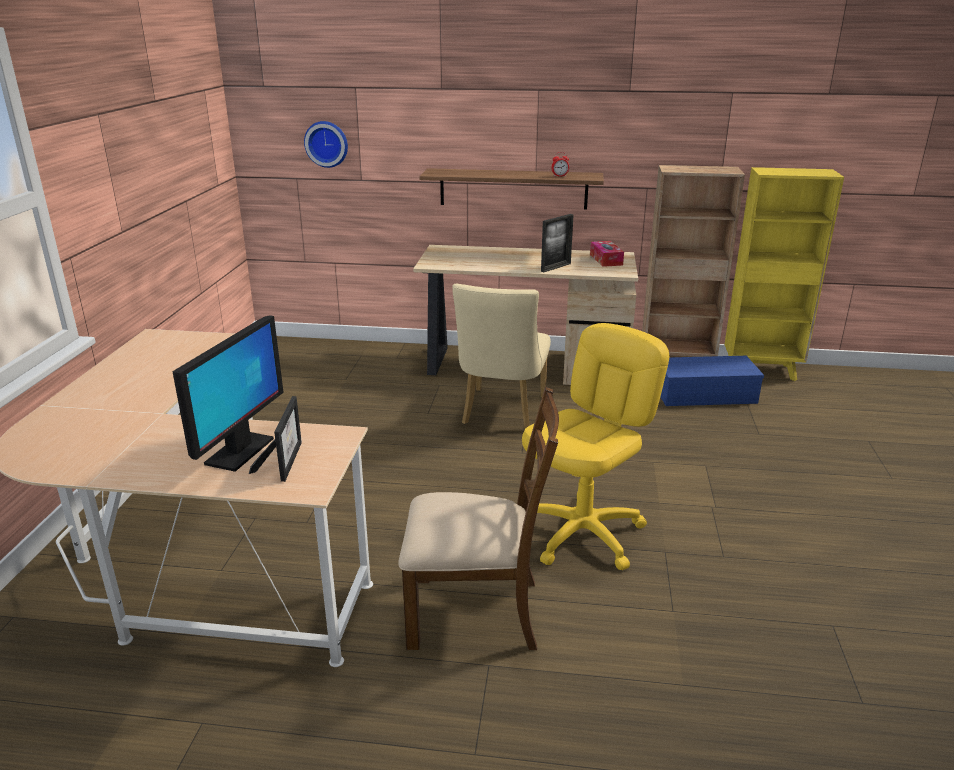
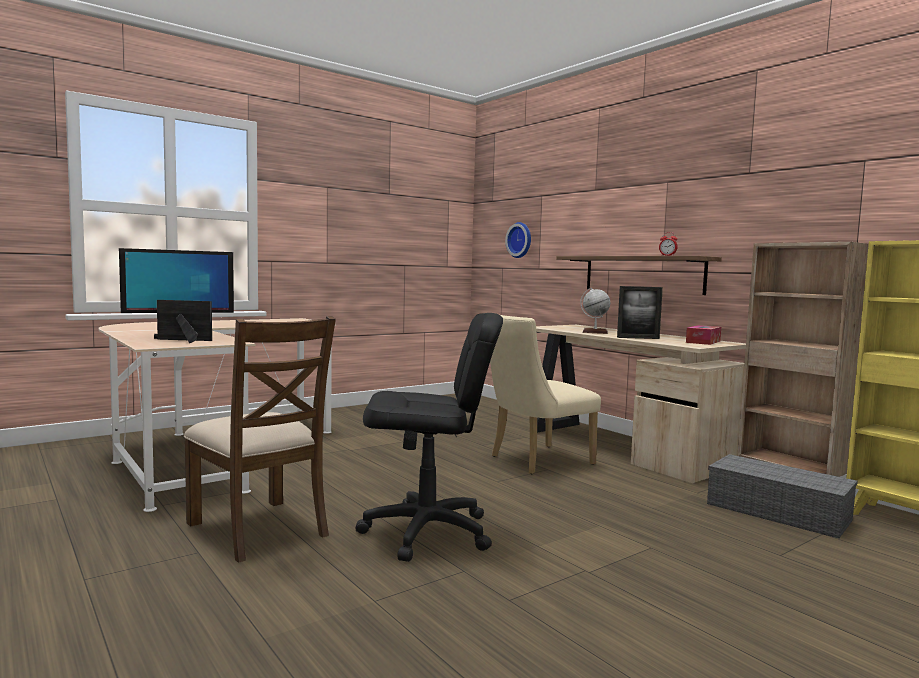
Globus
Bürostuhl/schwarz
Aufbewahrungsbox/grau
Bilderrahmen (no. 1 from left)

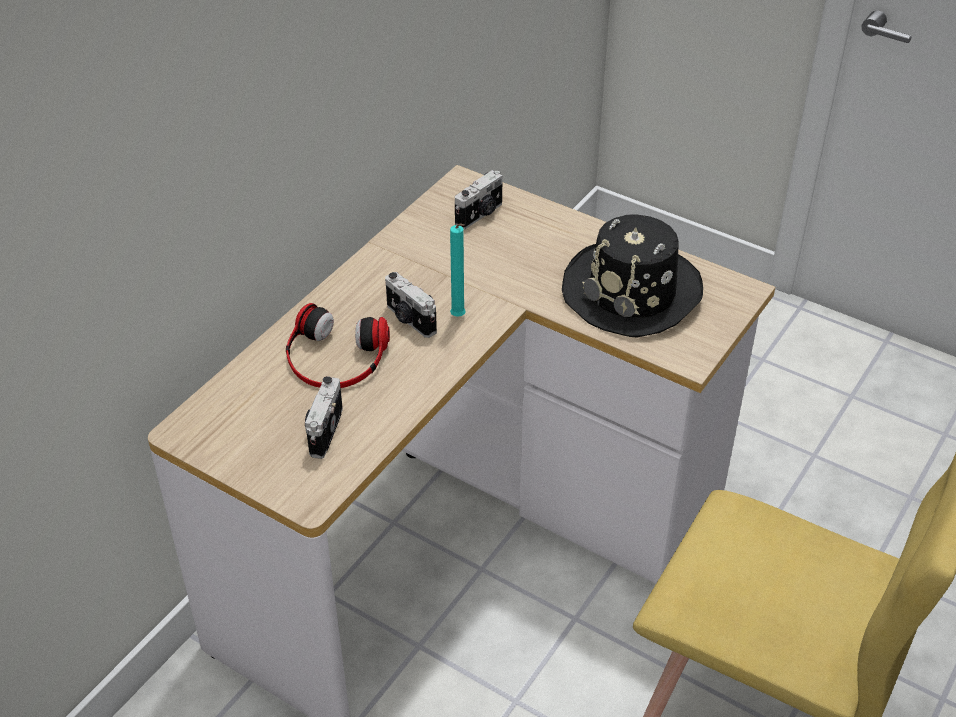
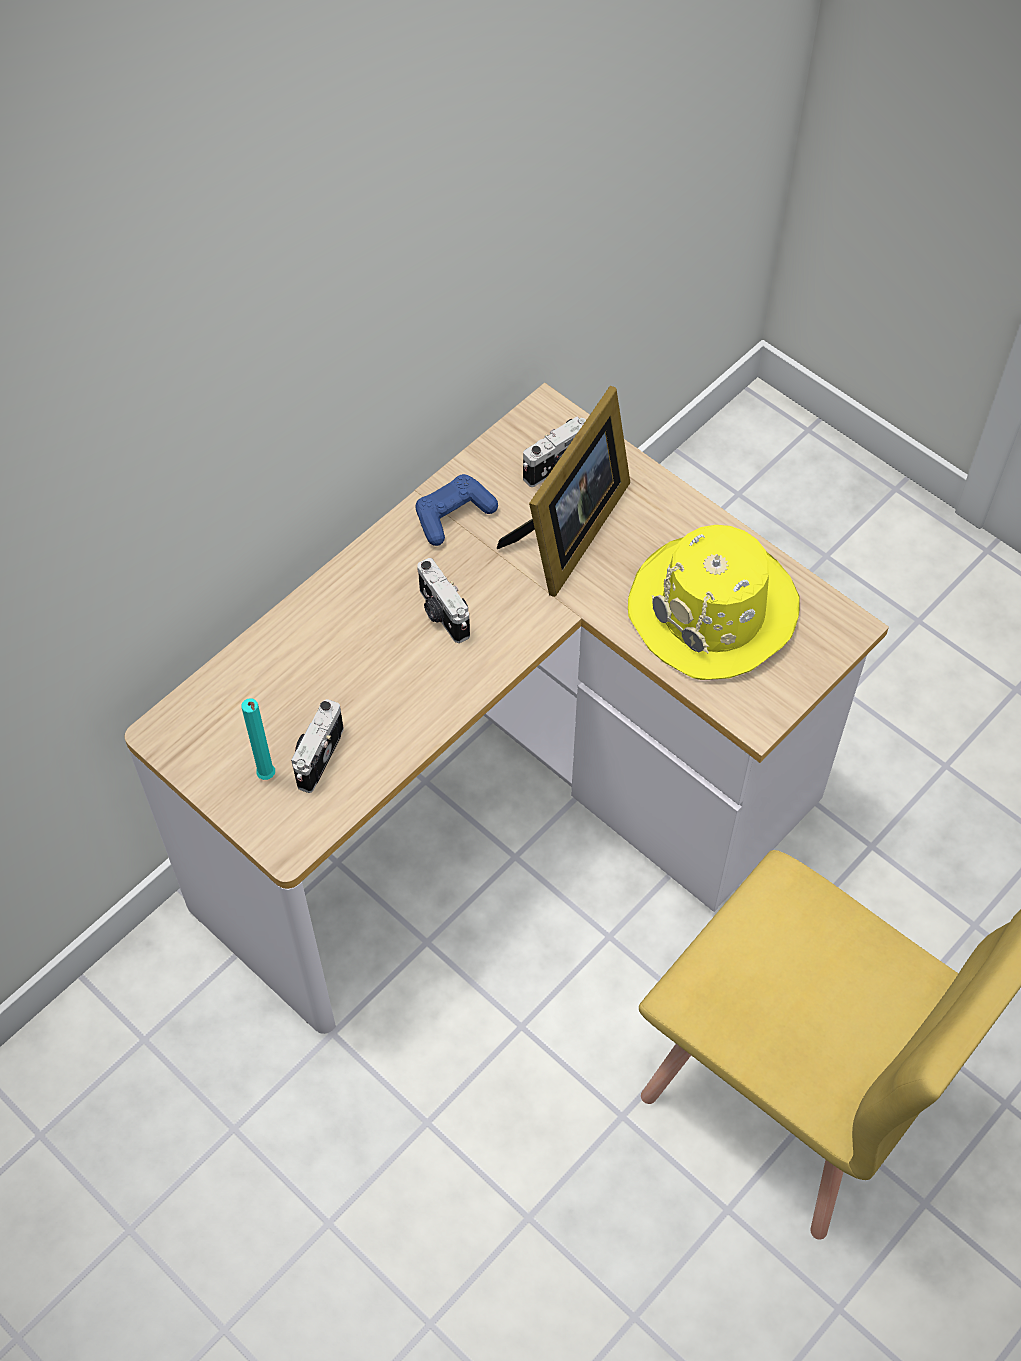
Kopfhörer
Gamepad/blau
Bilderrahmen
Kerze/türkis
Hut/gelb

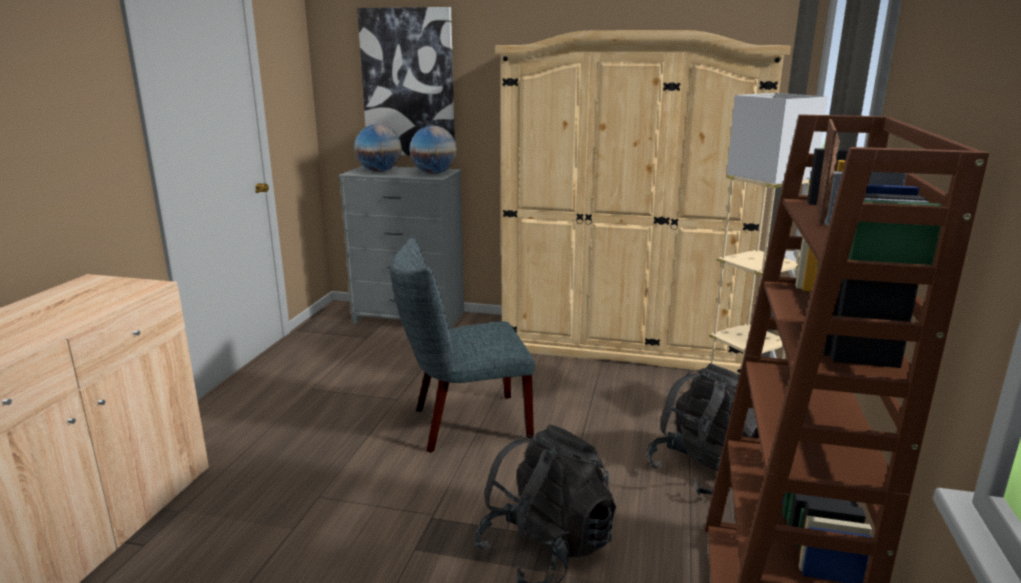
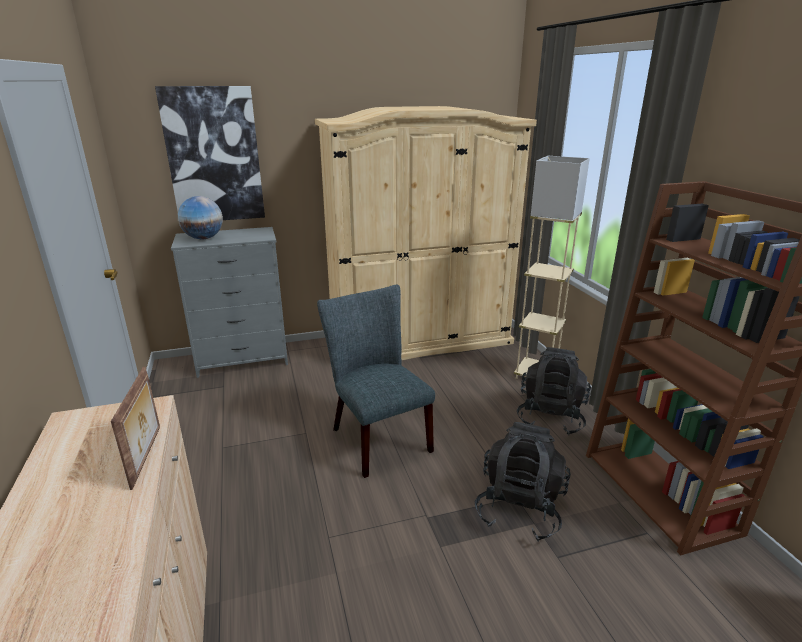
Globus (no. 2 from left in the first image)
Bilderrahmen
Stuhl/grau

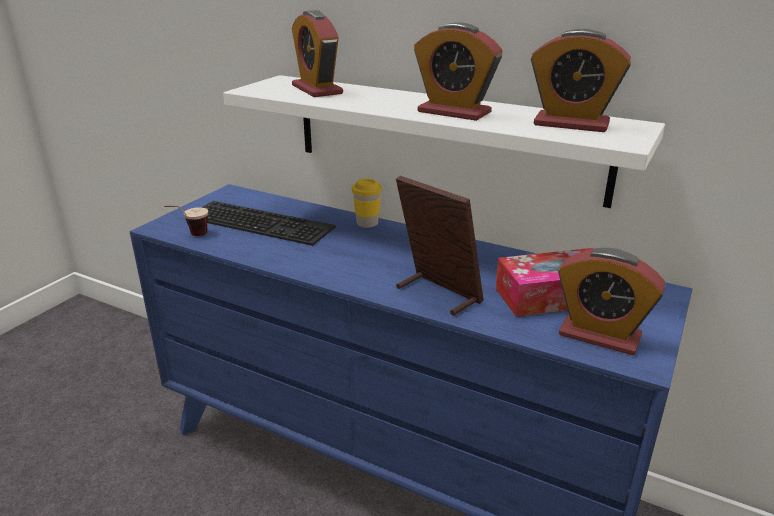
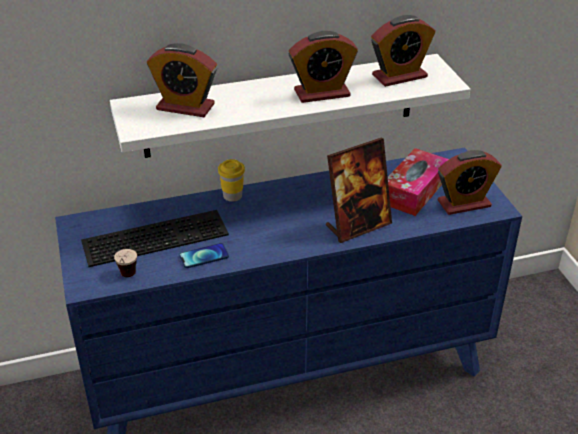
Handy
Bilderrahmen

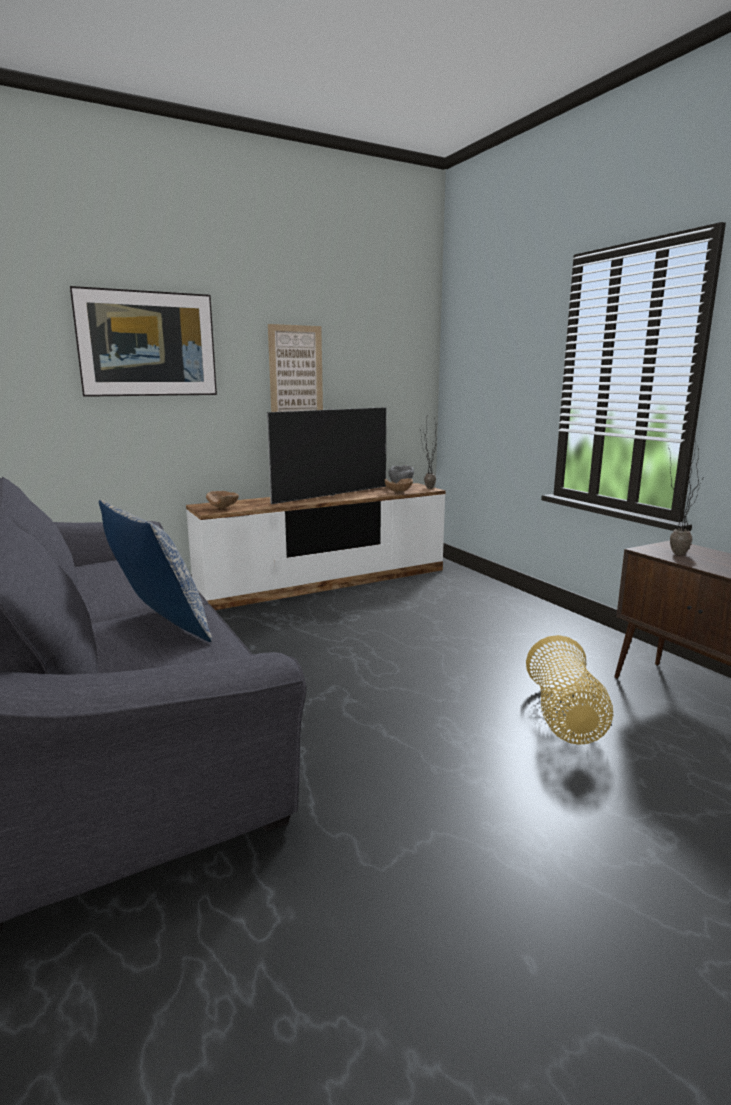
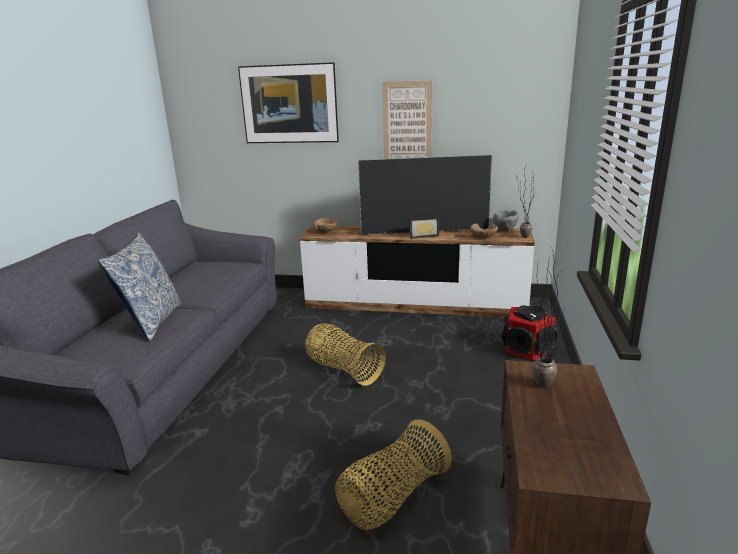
Korb (no. 1 from left)
Bilderrahmen
Lautsprecher

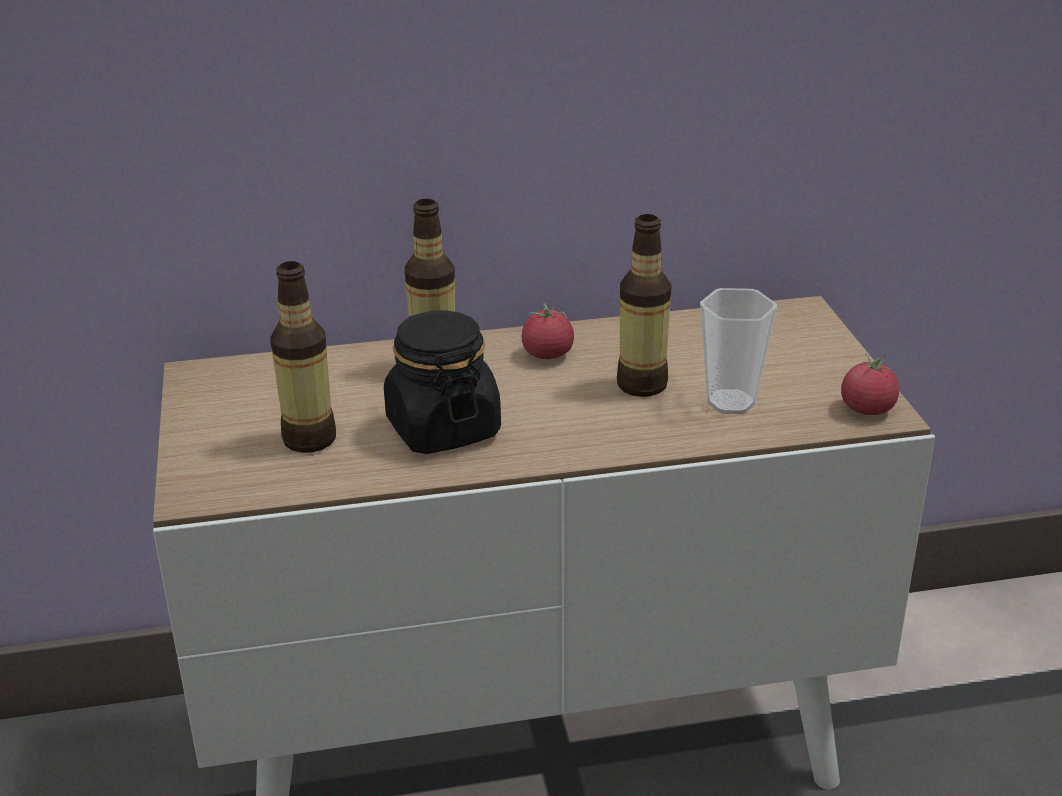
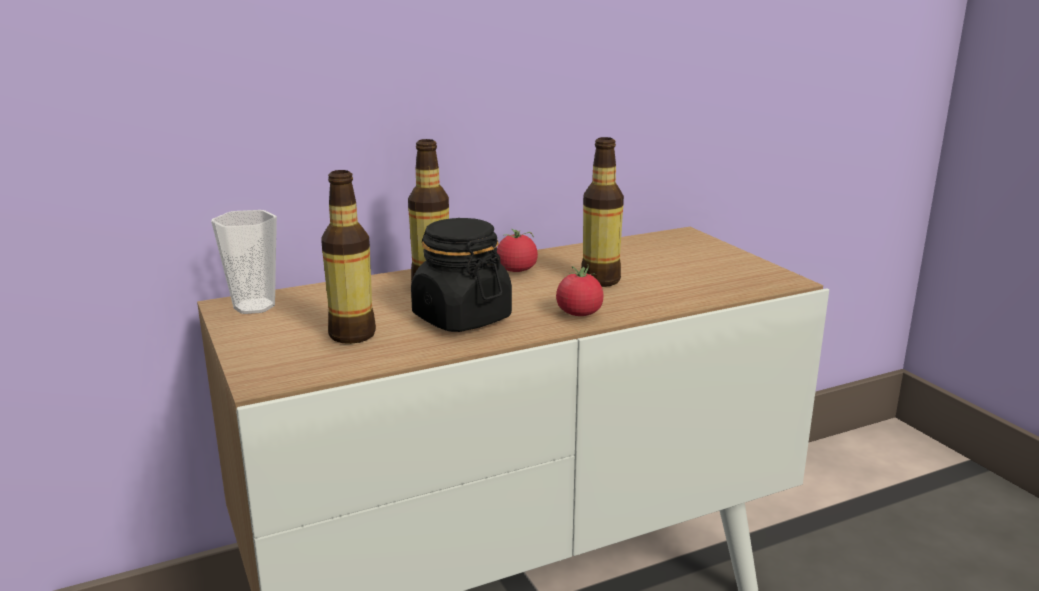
Tasse
Tomate (no. 2 from left)

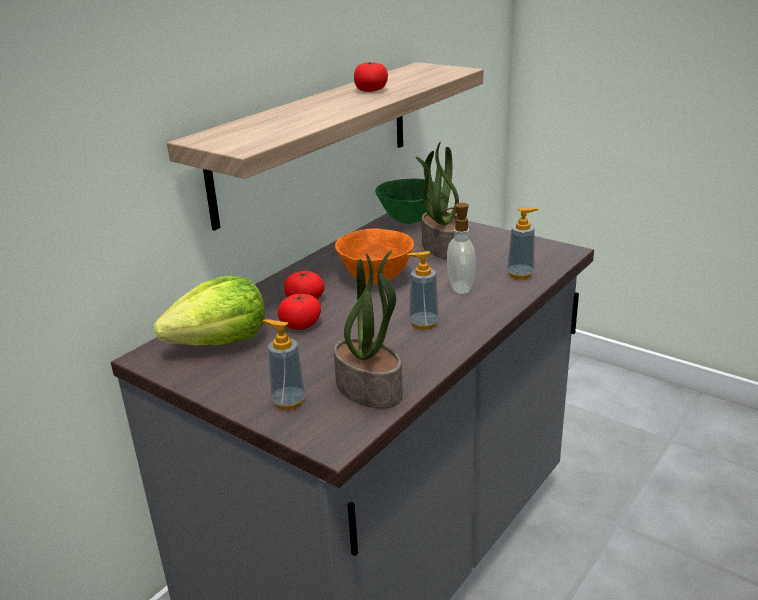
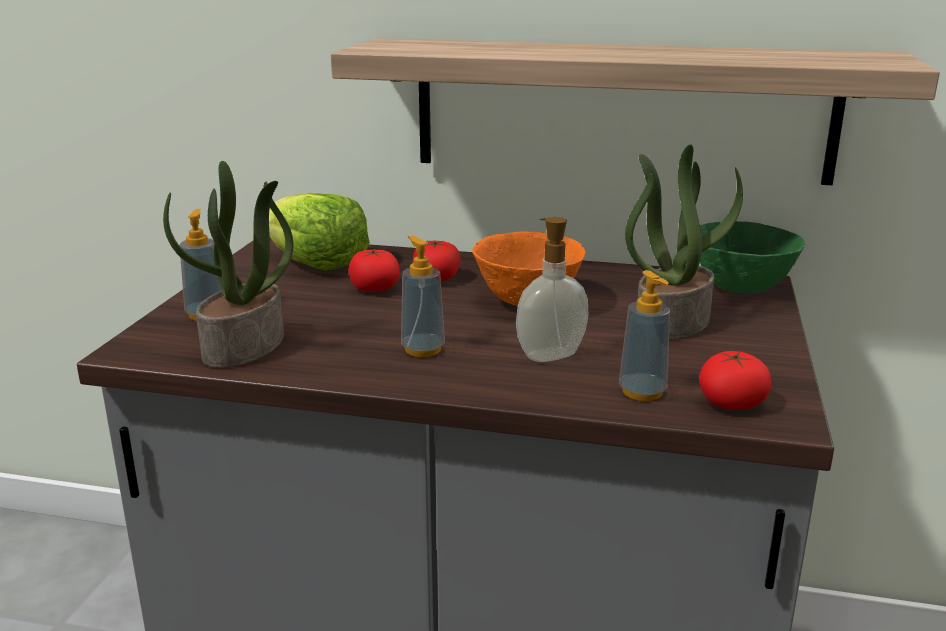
Tomate (no. 3 from left)

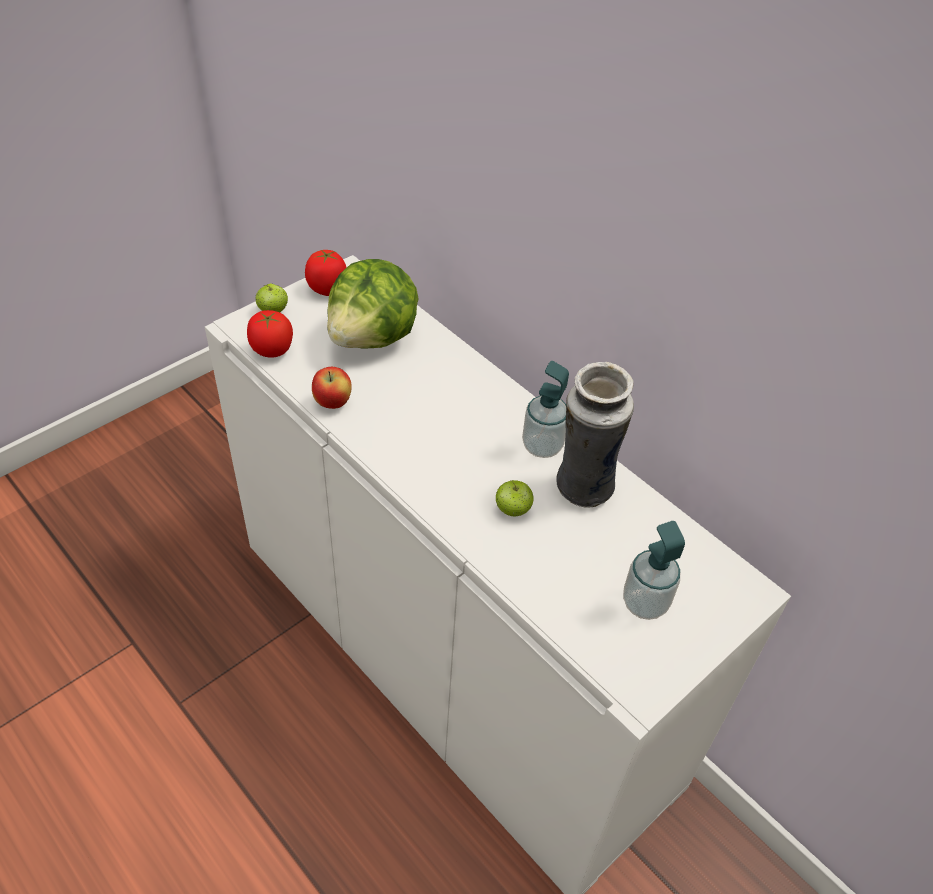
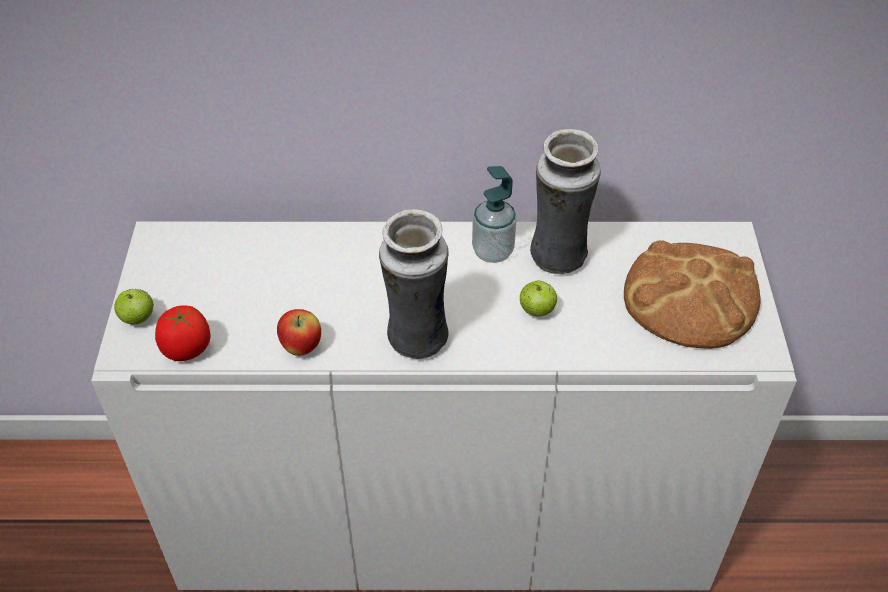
Tomate (no. 2 from left in the first image)
Salatkopf
Vase (no. 1 from left)
Brot

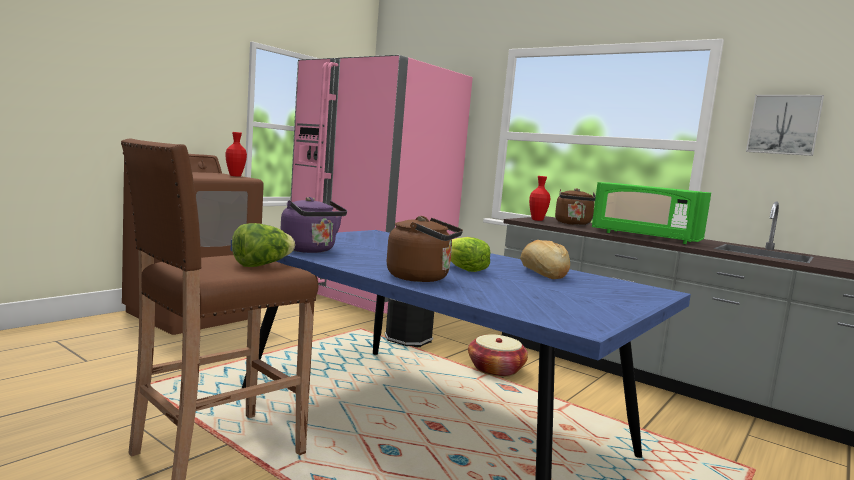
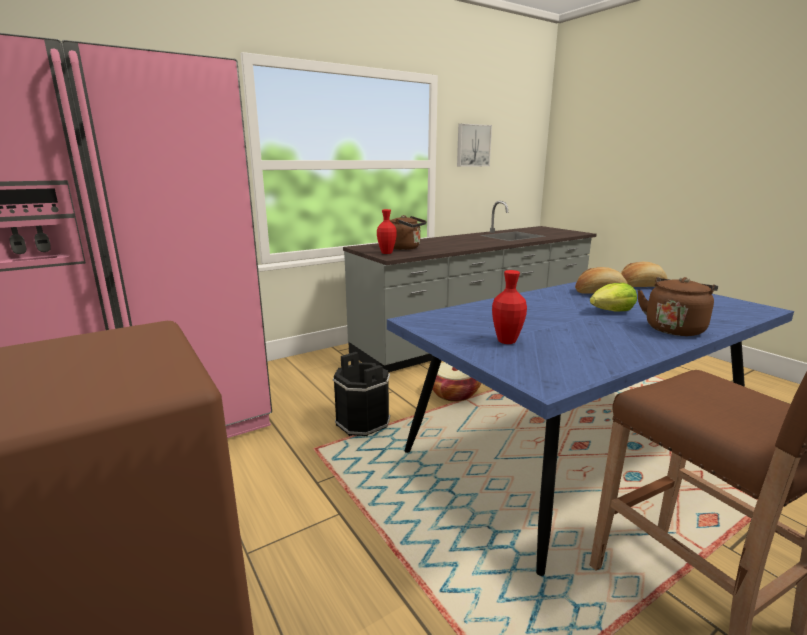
Salatkopf (no. 1 from left in the first image)
Wasserkessel/lila
Mikrowelle/grün
Brot (no. 2 from left)
Vase/rot (no. 2 from left)

